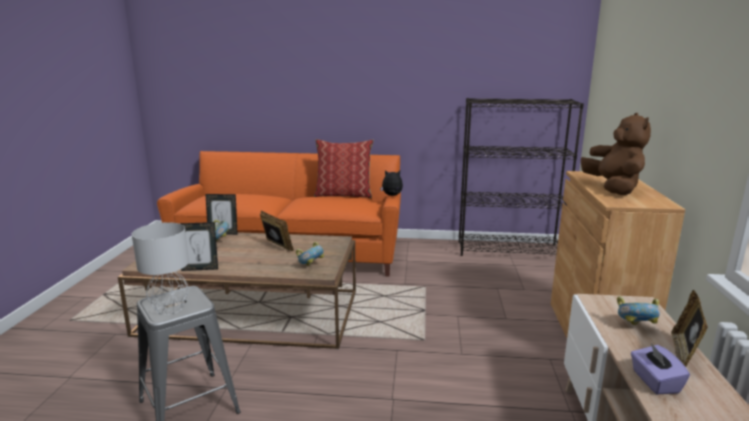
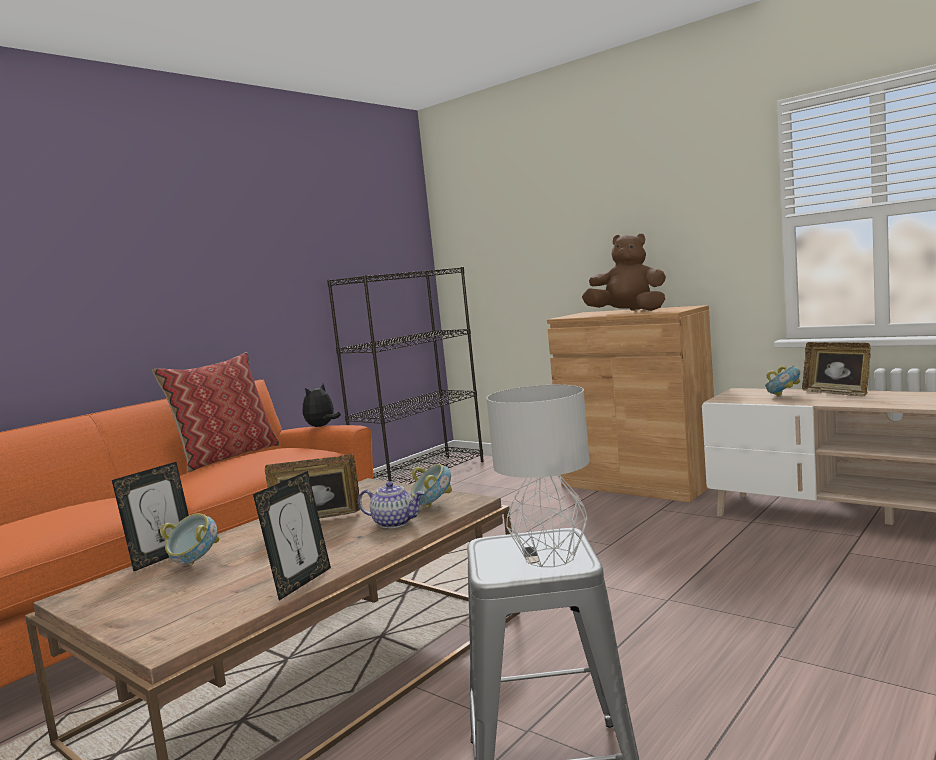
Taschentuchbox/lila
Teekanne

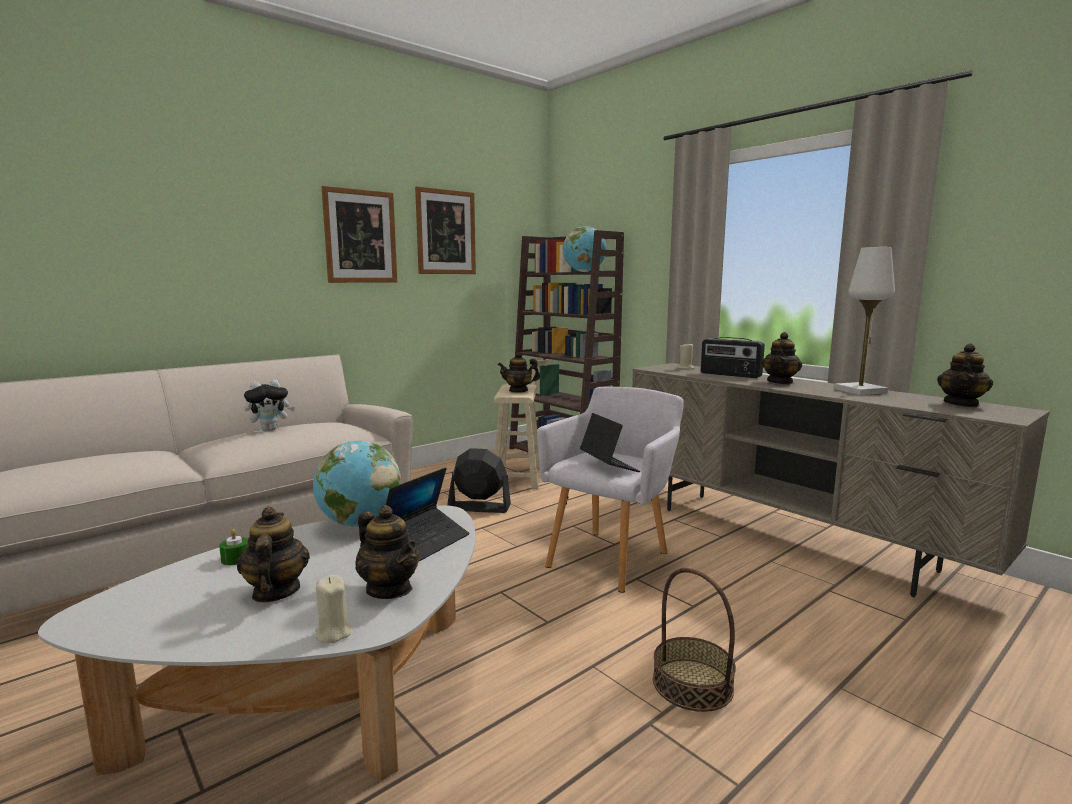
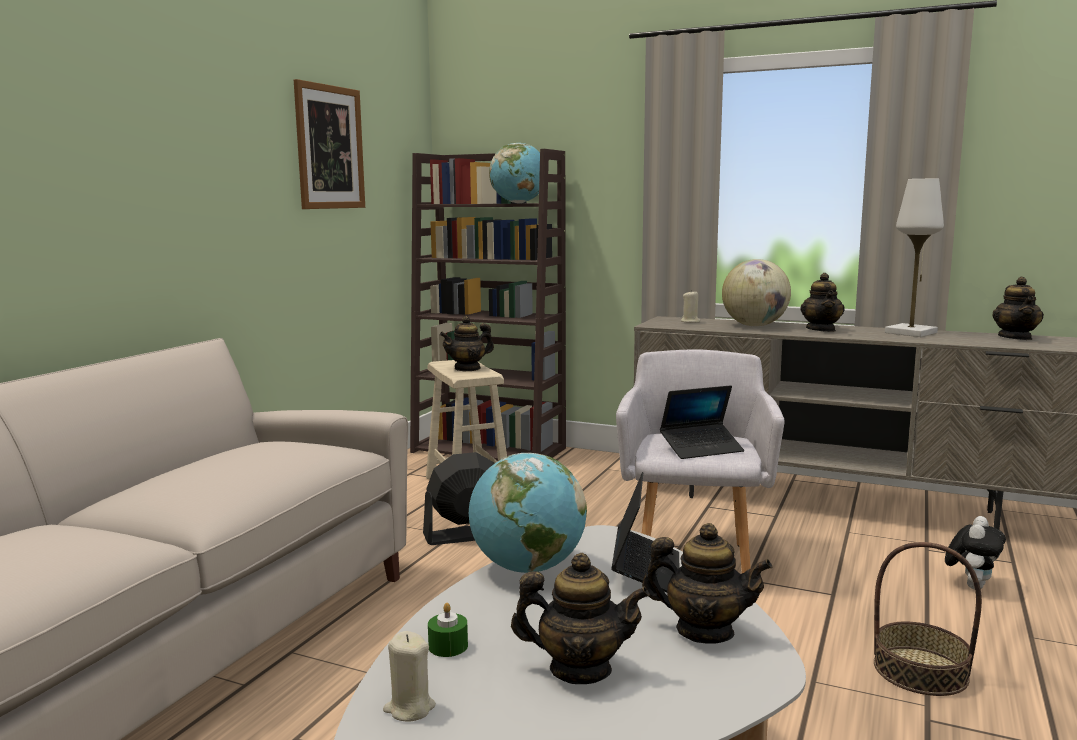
Bild (no. 1 from left in the first image)
Plüschtier
Kerze/beige (no. 1 from left)
Globus (no. 3 from left)
Teekanne (no. 2 from left)
Laptop (no. 2 from left)

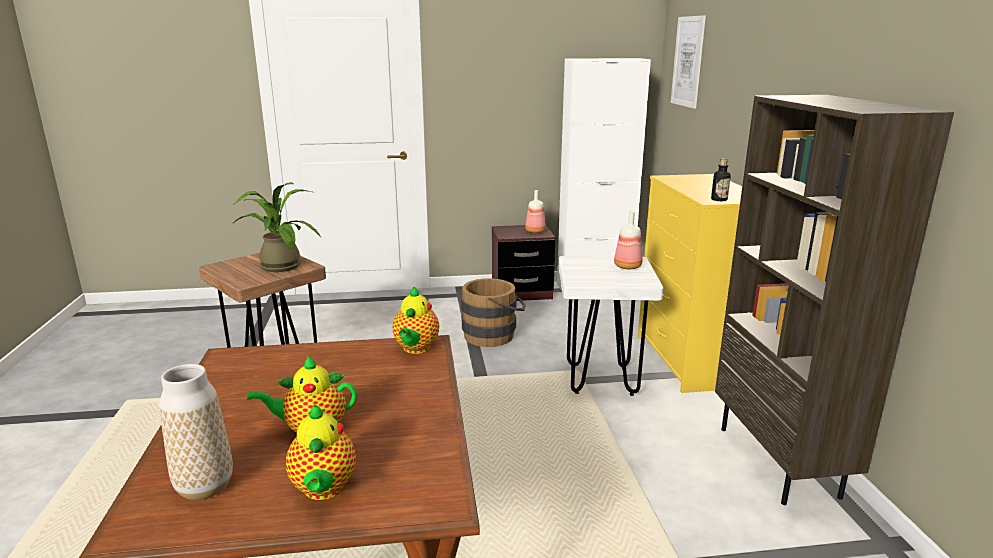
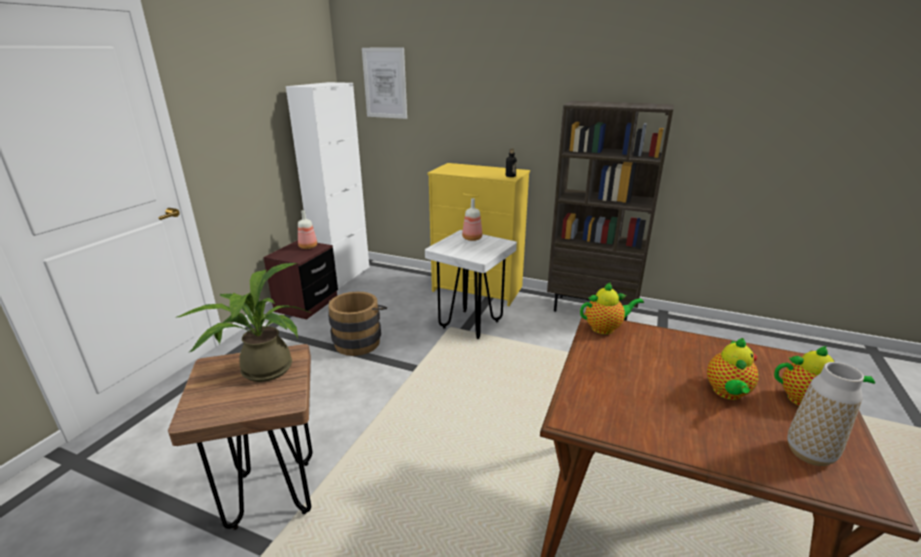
Teekanne (no. 1 from left)

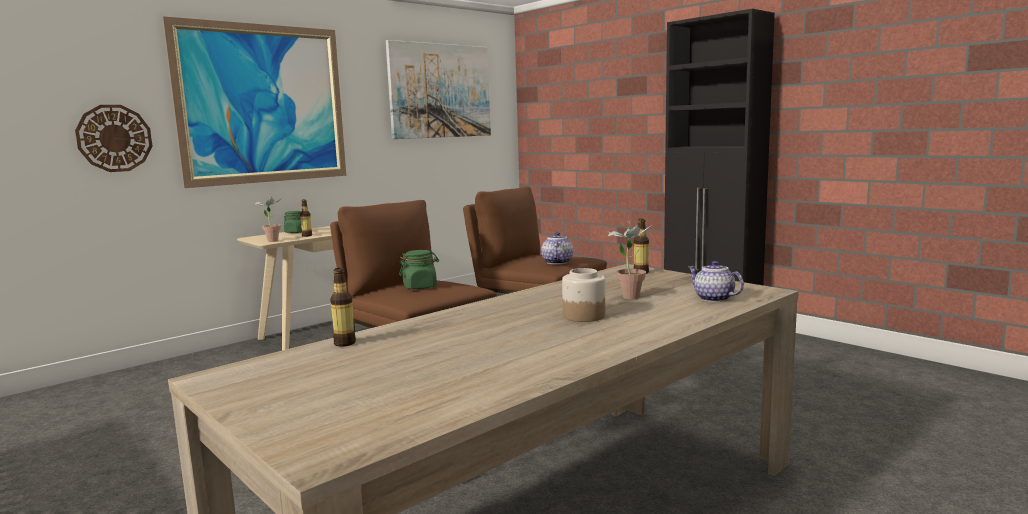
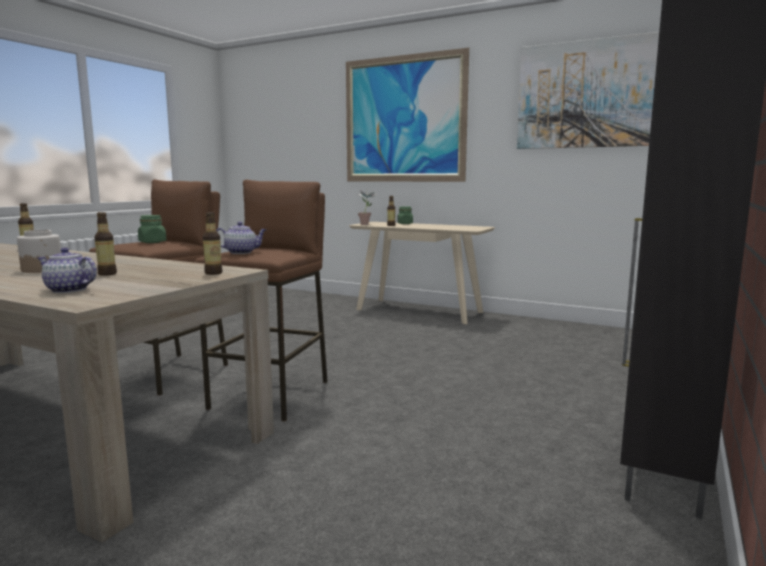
Wanduhr
Flasche (no. 2 from left)
Teekanne (no. 1 from left)

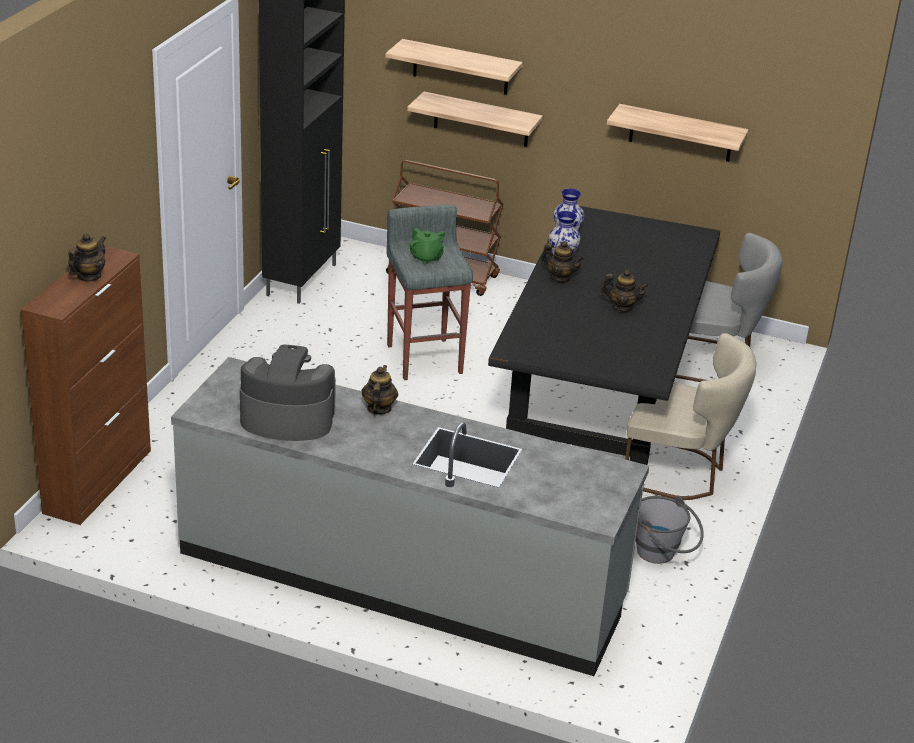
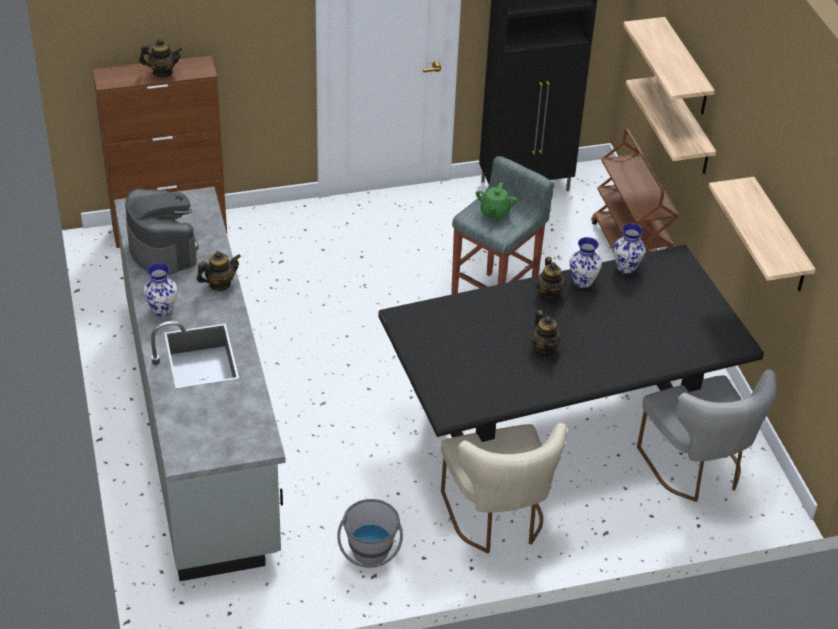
Vase (no. 1 from left)

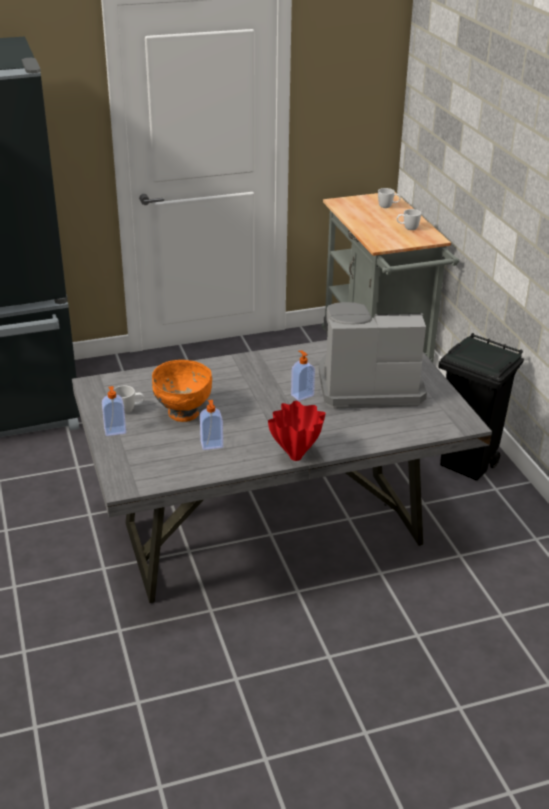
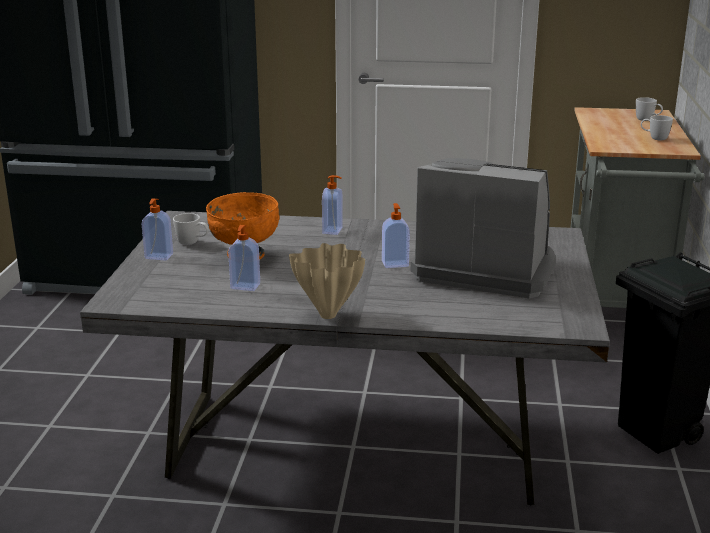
Seifenspender (no. 3 from left)
Vase/beige

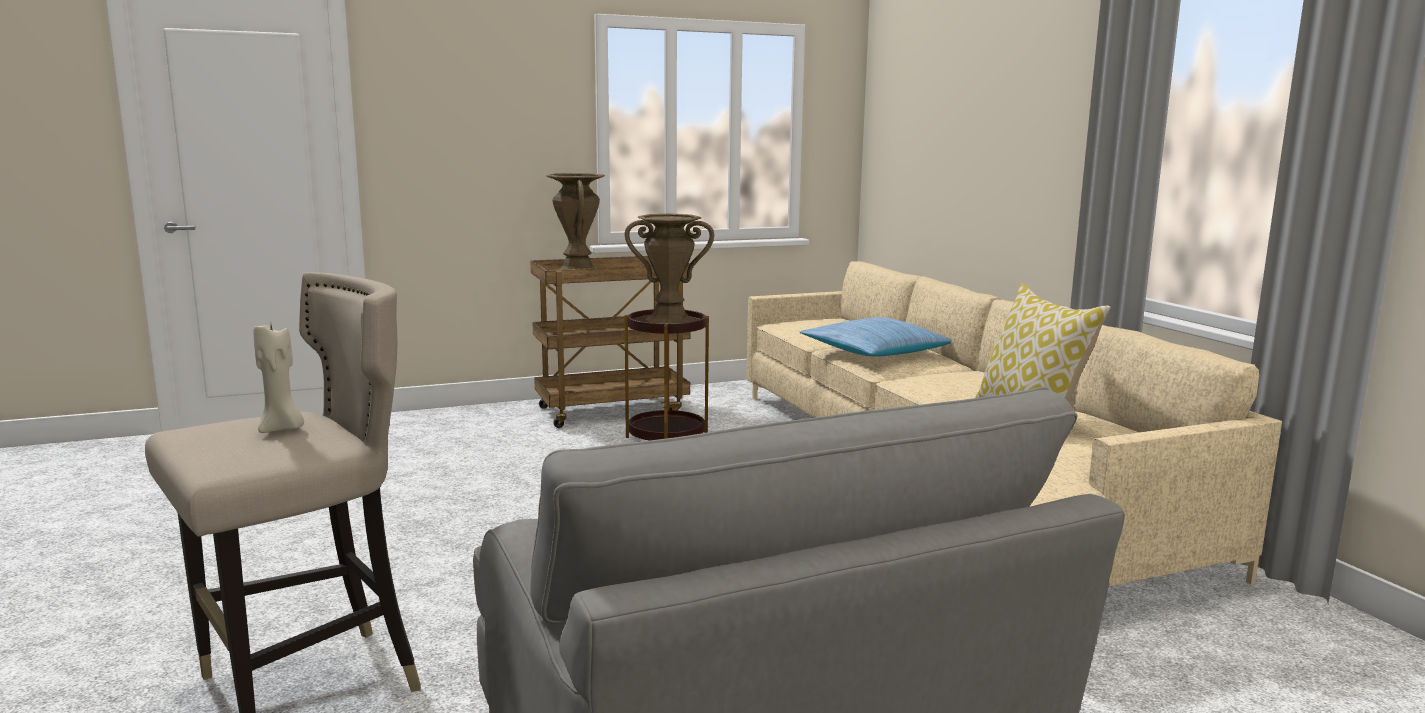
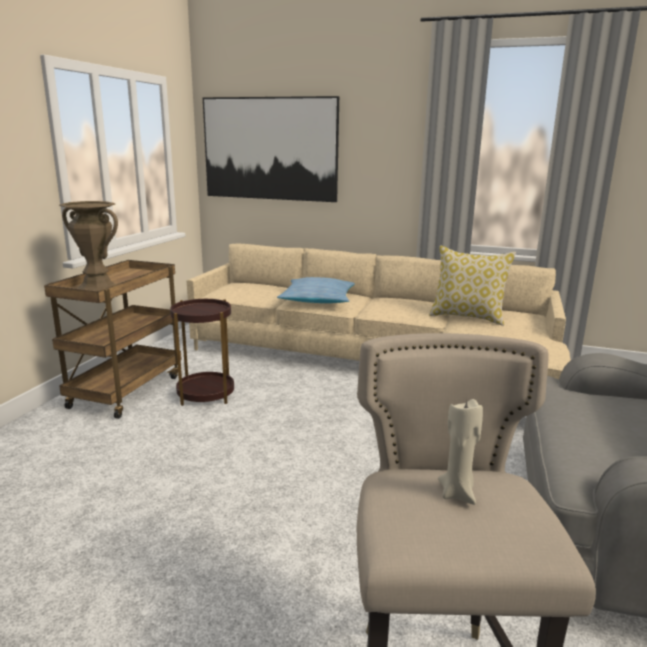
Vase/braun (no. 2 from left in the first image)
Bild

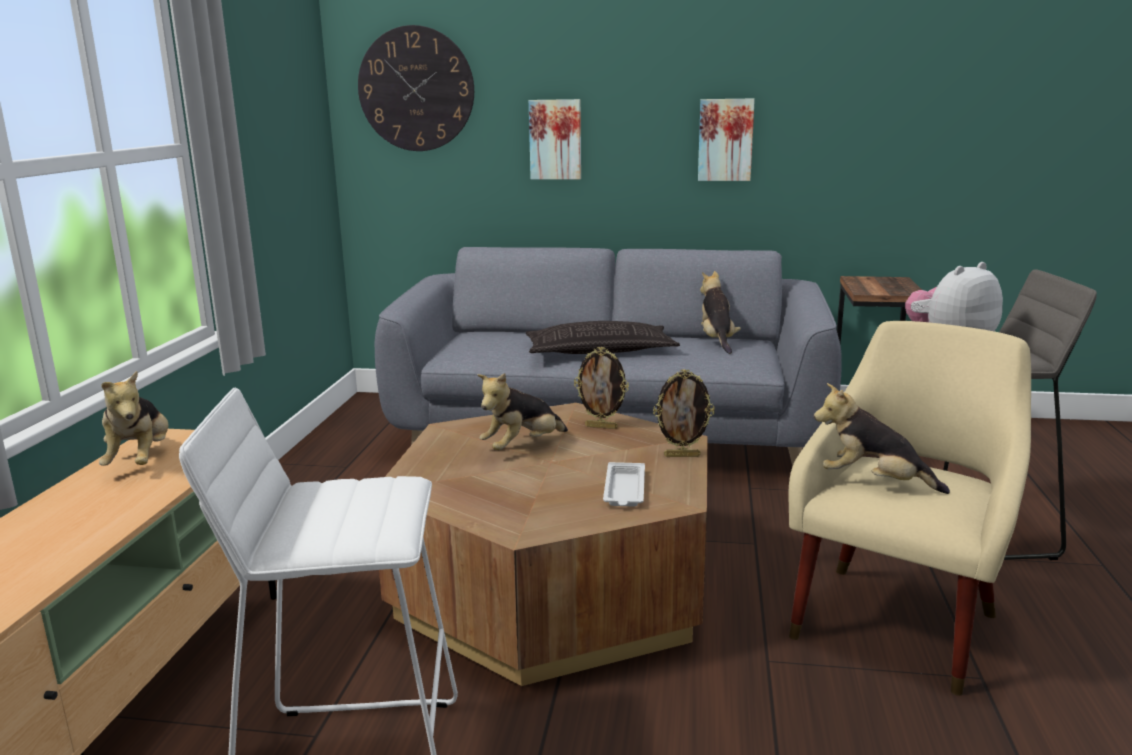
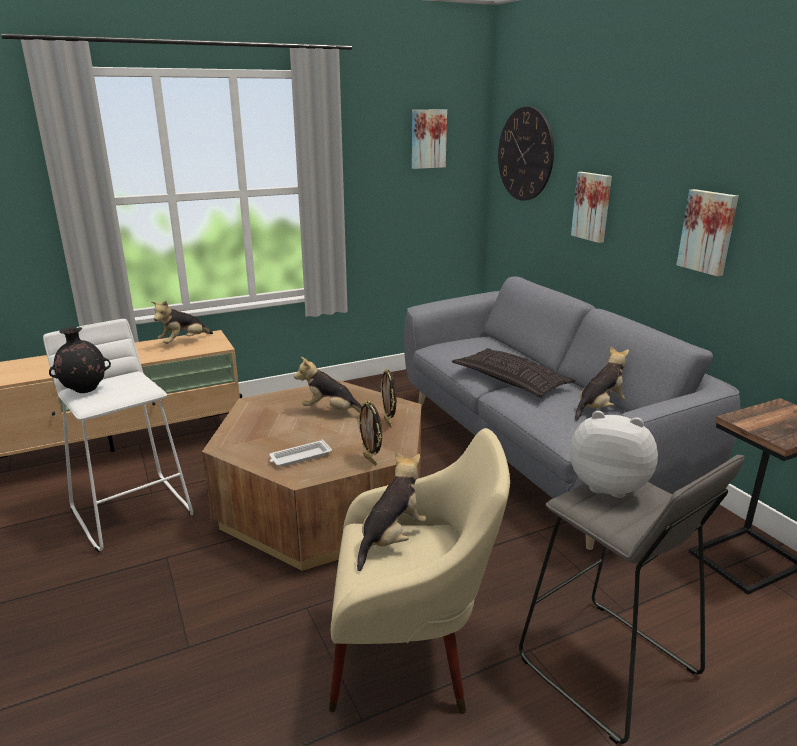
Vase/schwarz
Bild (no. 1 from left)
Plüschtier (no. 3 from left)

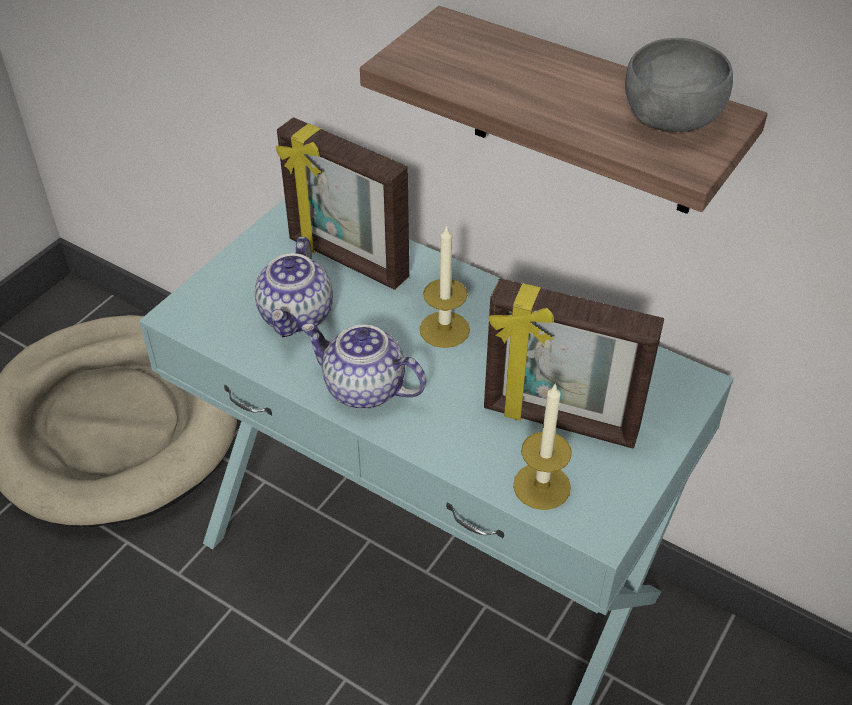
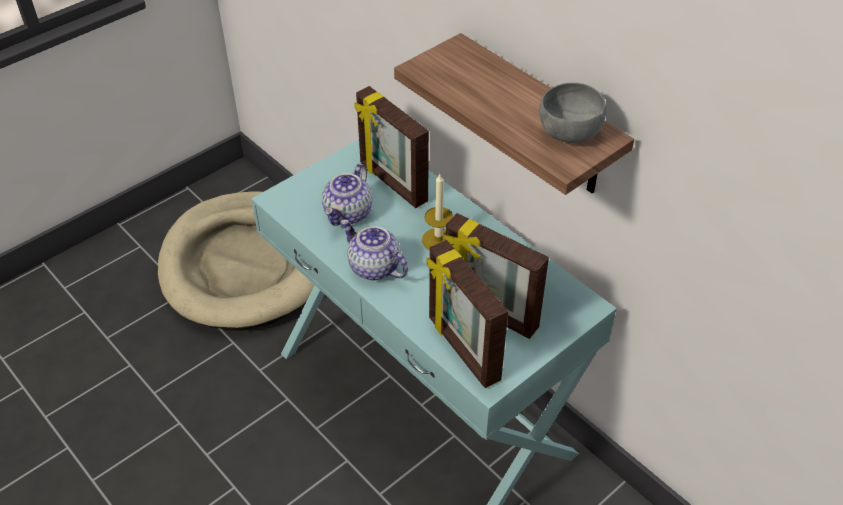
Bilderrahmen (no. 2 from left)

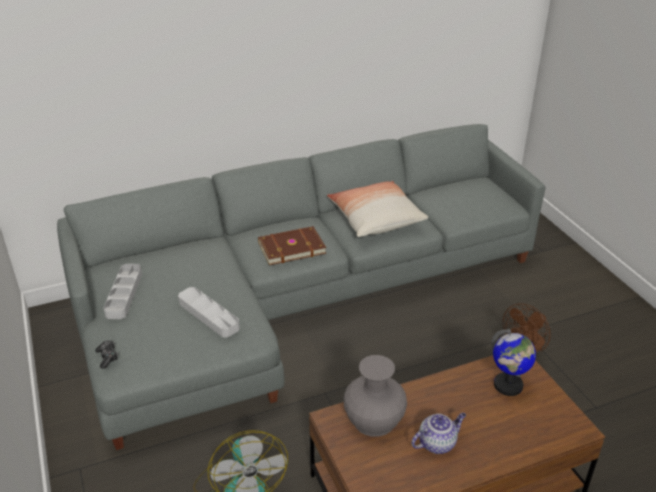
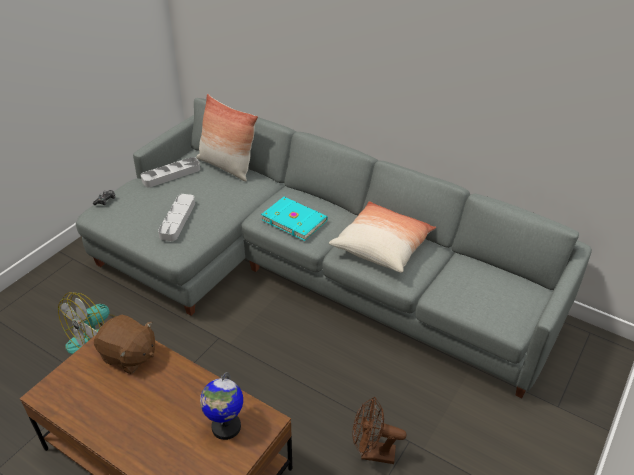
Teekanne
Kissen (no. 1 from left)
Plüschtier/braun
Buch/türkis

